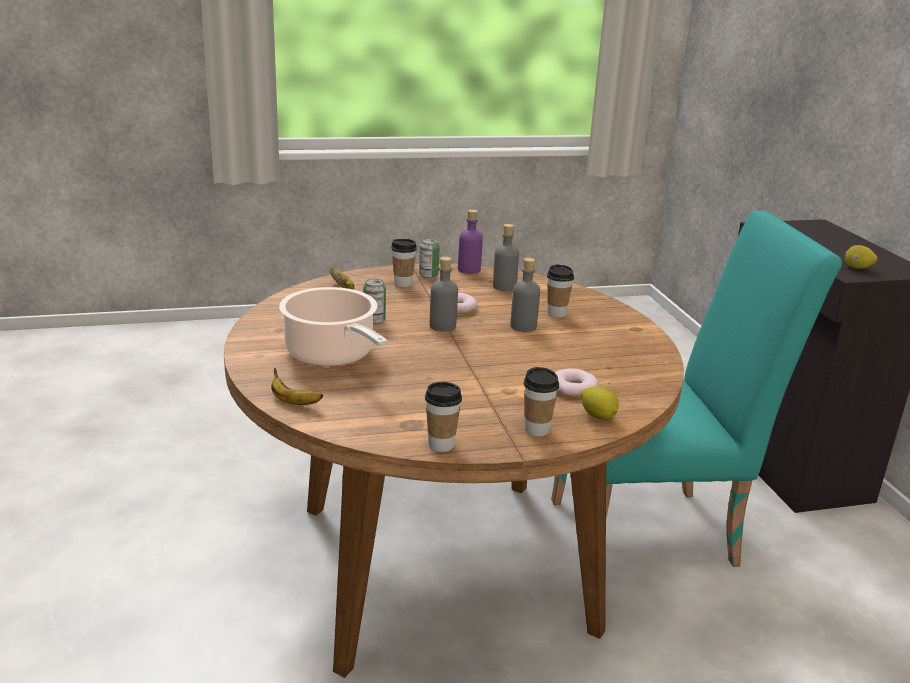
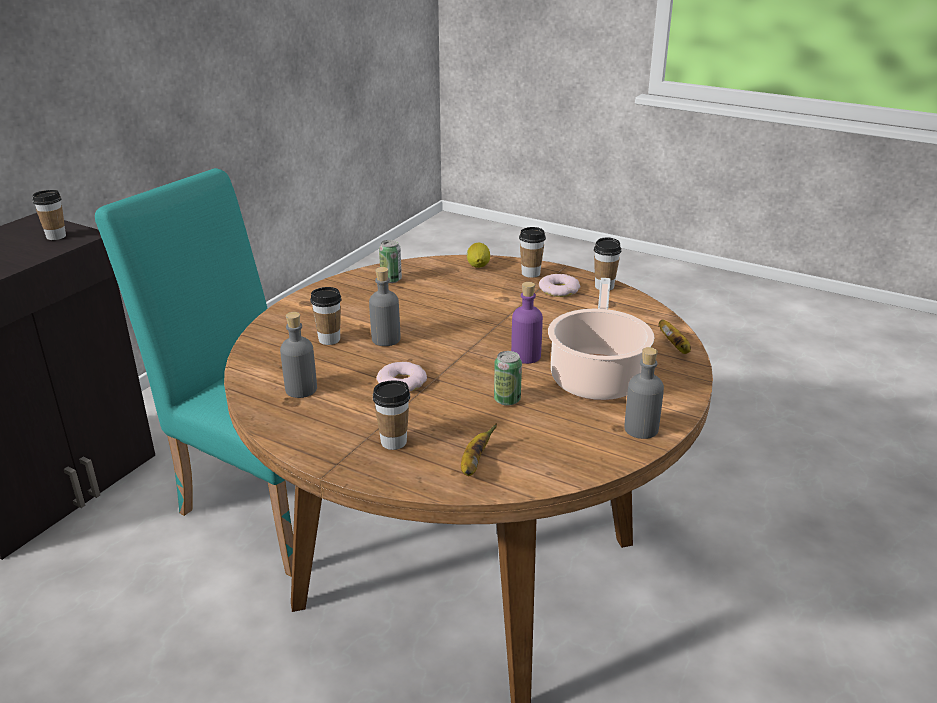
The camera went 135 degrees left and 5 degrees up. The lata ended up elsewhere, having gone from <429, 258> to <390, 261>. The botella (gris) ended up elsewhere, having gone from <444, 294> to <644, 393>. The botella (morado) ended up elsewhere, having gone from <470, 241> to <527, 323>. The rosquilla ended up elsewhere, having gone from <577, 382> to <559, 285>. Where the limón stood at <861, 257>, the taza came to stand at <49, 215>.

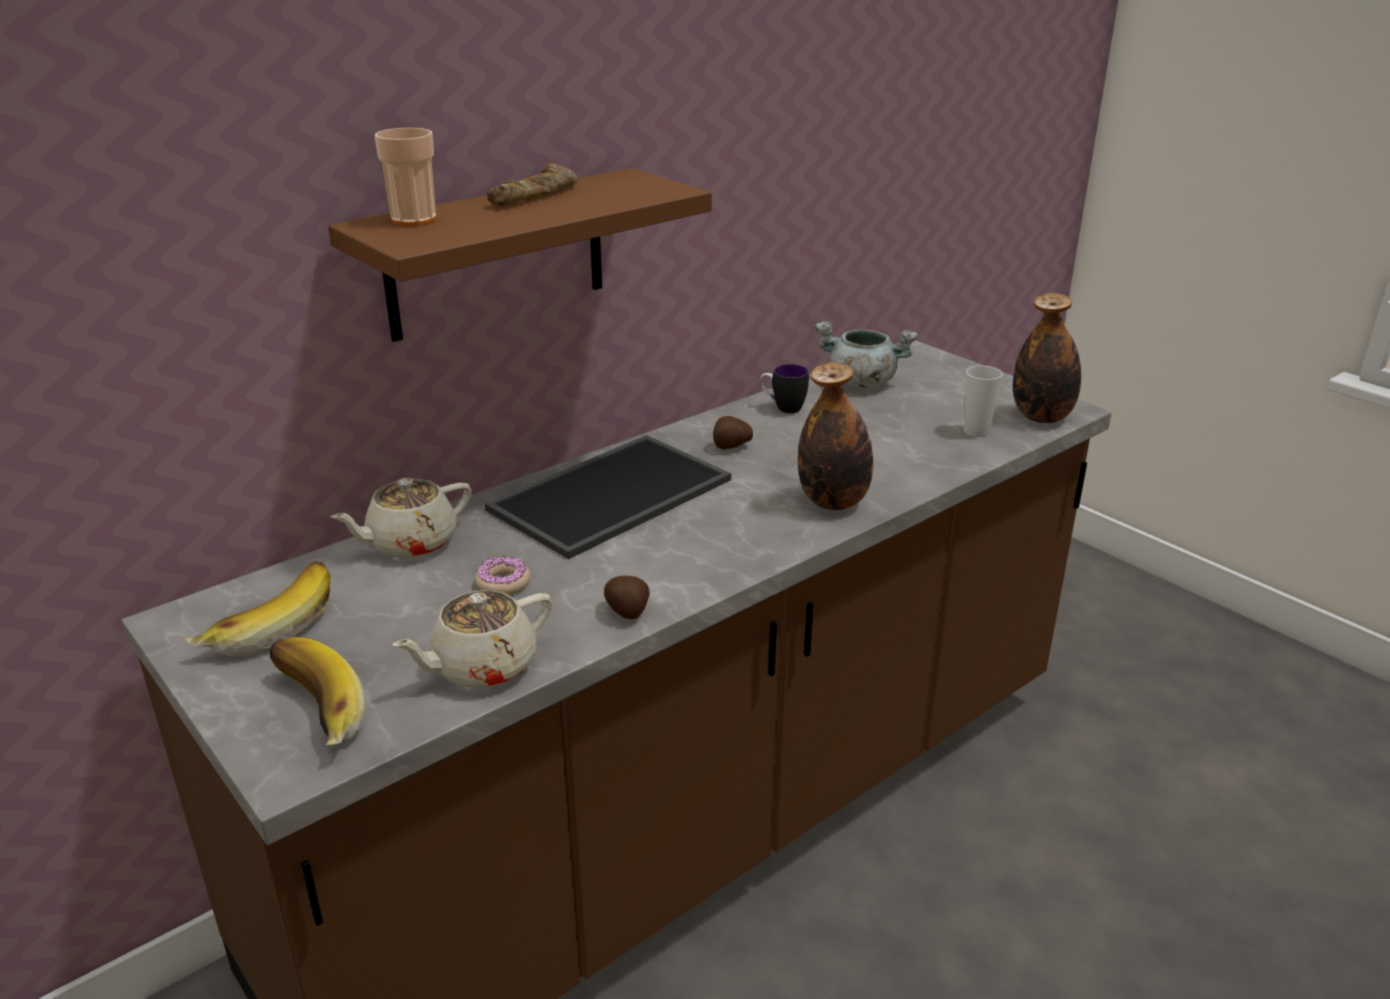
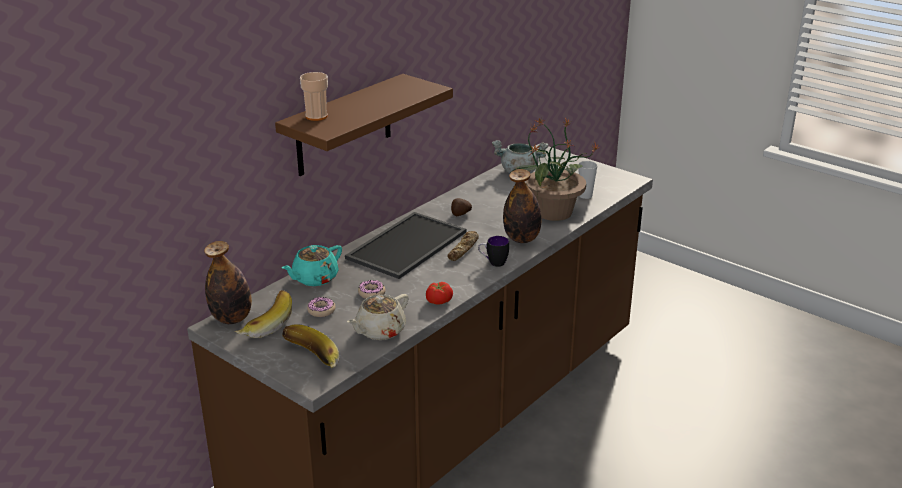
The camera went 10 degrees left and 0 degrees up. What was the tetera (beis) at <401, 518> turned into the tetera (turquesa) at <312, 265>. The pan ended up elsewhere, having gone from <532, 184> to <463, 246>. Where the patata stood at <627, 597>, the tomate came to stand at <439, 293>. The taza grande ended up elsewhere, having gone from <784, 388> to <493, 251>. The botella ended up elsewhere, having gone from <1047, 358> to <228, 282>. The second view gained the rosquilla at <321, 307>. The second view gained the planta en maceta at <555, 169>.

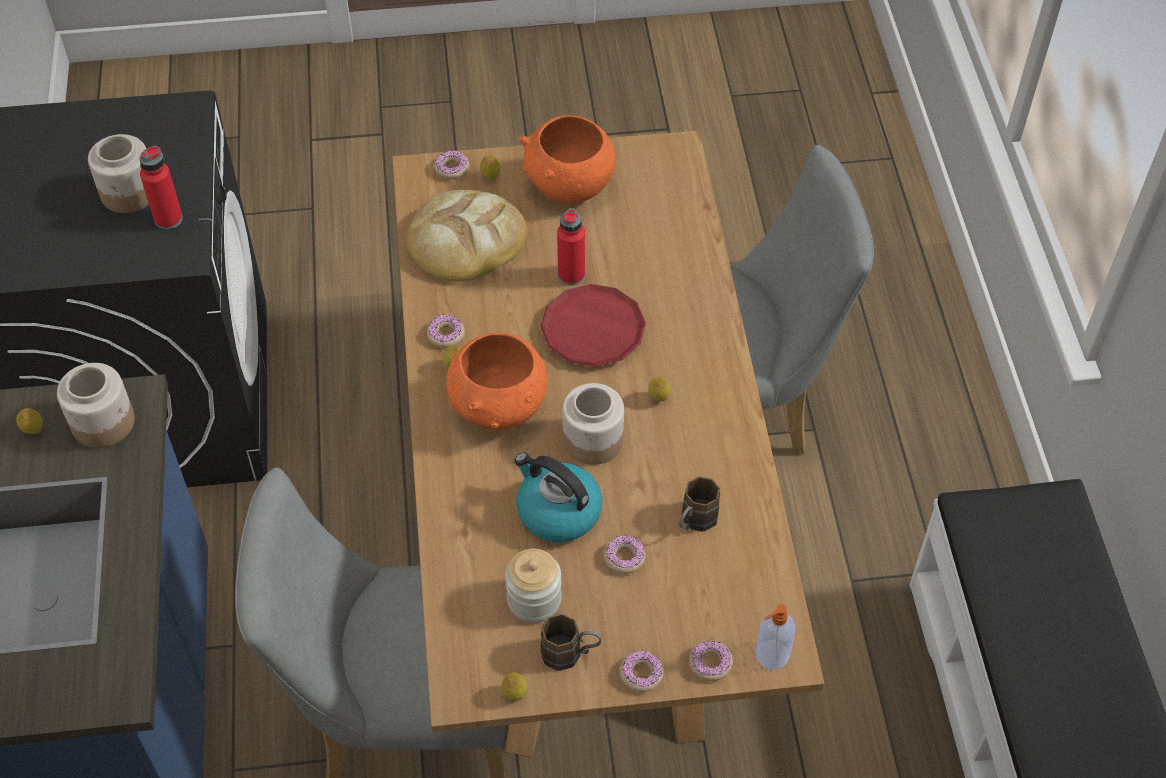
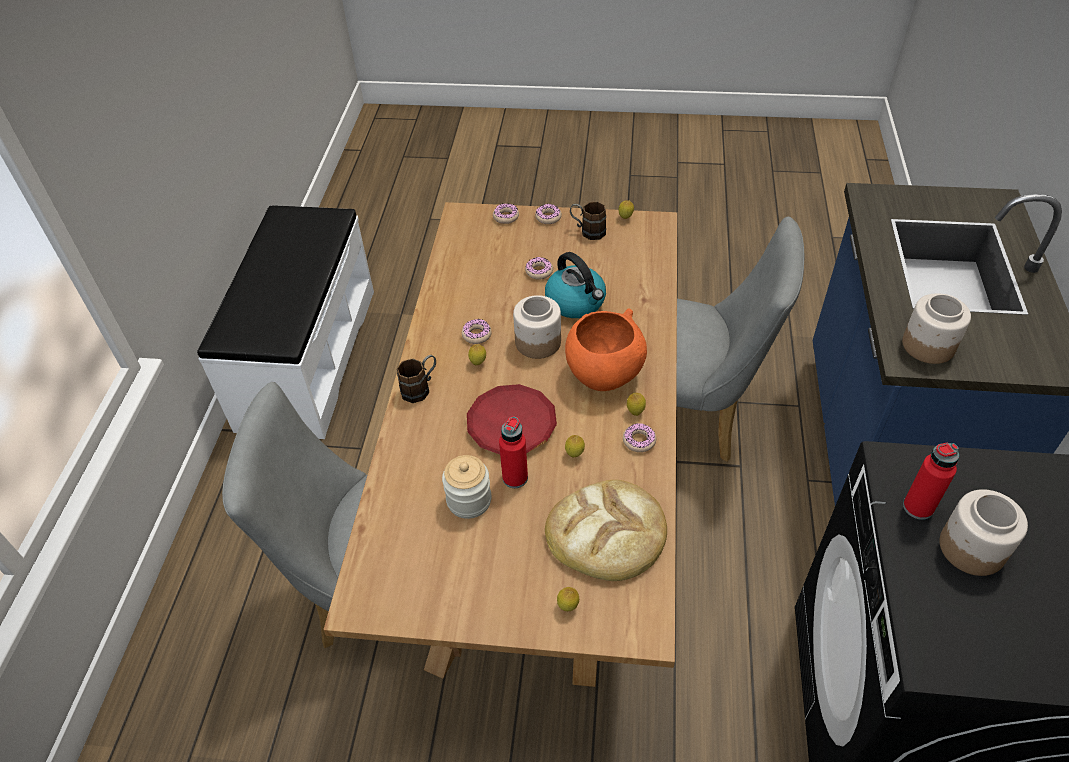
The camera went 165 degrees left and 5 degrees down. The limón ended up elsewhere, having gone from <29, 421> to <575, 446>. The rosquilla ended up elsewhere, having gone from <451, 164> to <477, 331>. The tarro ended up elsewhere, having gone from <533, 586> to <467, 487>. The second view lost the cuenco (naranja) at <567, 159>. The taza grande (marrón) ended up elsewhere, having gone from <699, 504> to <416, 379>. The second view lost the dispensador de jabón at <775, 637>.

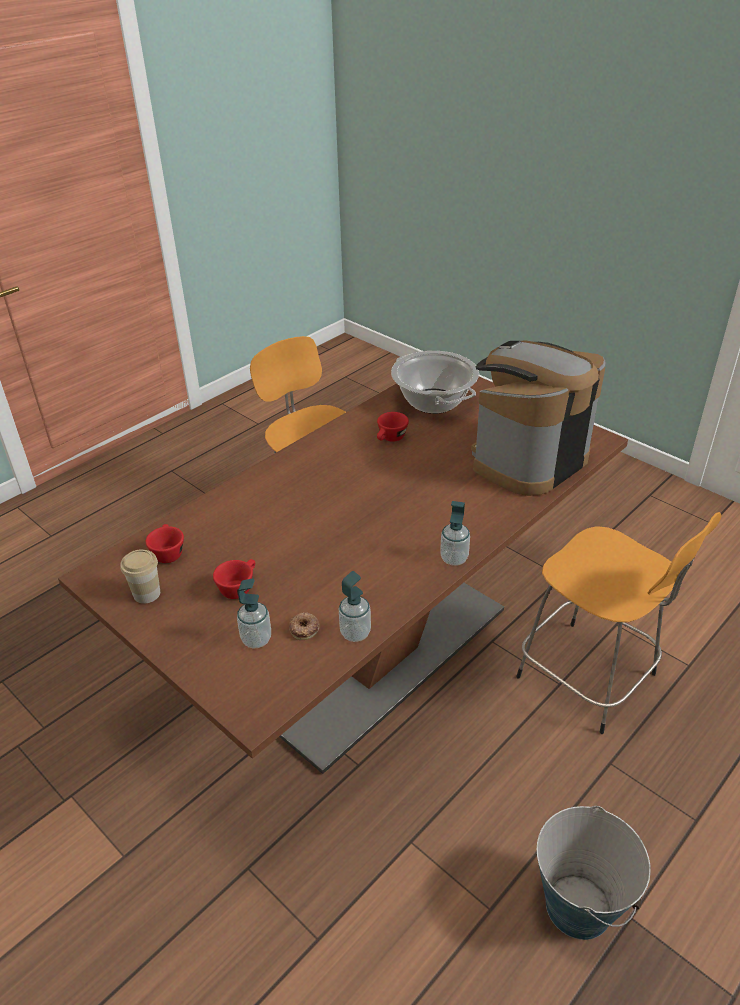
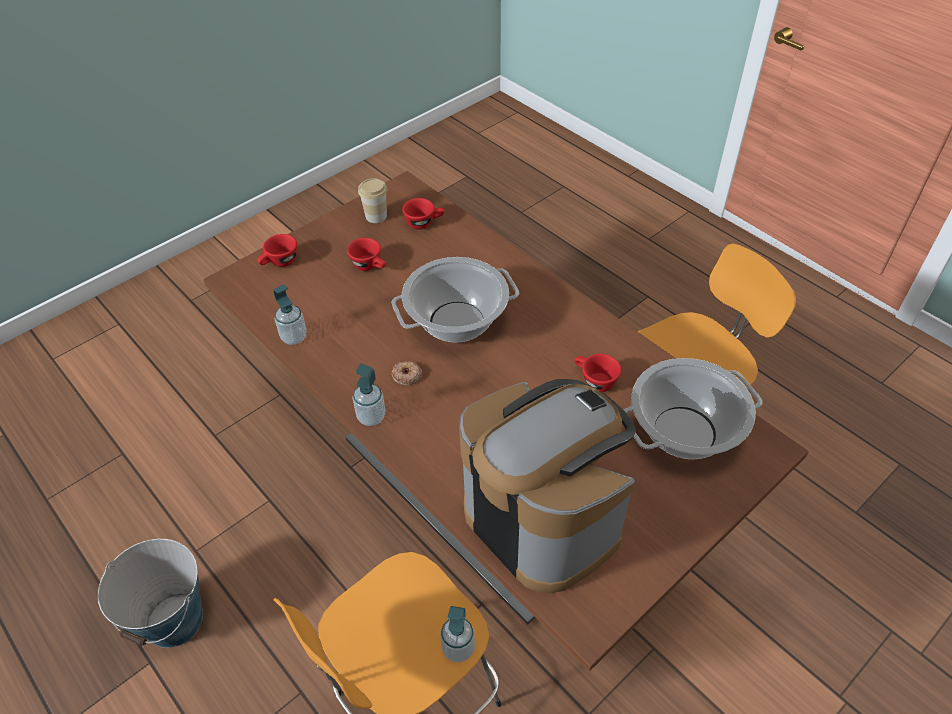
The camera went 95 degrees right and 10 degrees up. The dispensador de jabón ended up elsewhere, having gone from <254, 613> to <457, 634>. The rosquilla ended up elsewhere, having gone from <304, 626> to <407, 373>. The second view gained the taza (rojo) at <277, 250>. The second view gained the olla at <455, 300>.

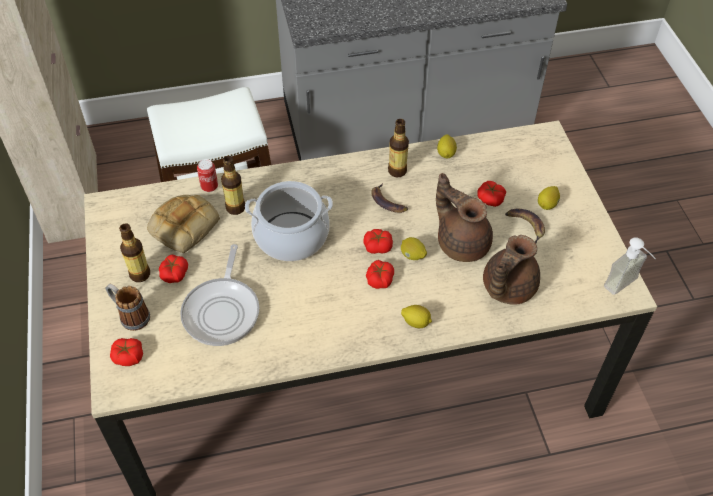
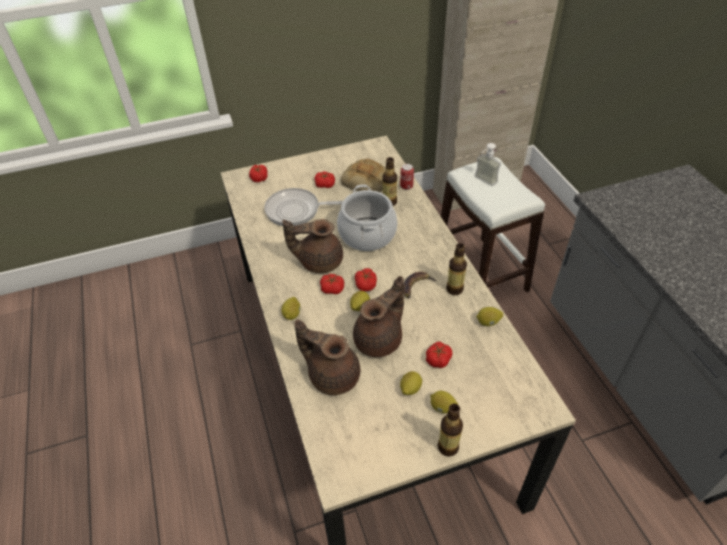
The camera went 85 degrees right and 5 degrees down. The second view lost the taza grande at <128, 307>. The botella ended up elsewhere, having gone from <134, 252> to <450, 430>. Where the plátano stood at <525, 226>, the limón came to stand at <411, 383>. The dispensador de jabón ended up elsewhere, having gone from <630, 266> to <488, 164>. The second view gained the tetera (marrón) at <312, 246>.

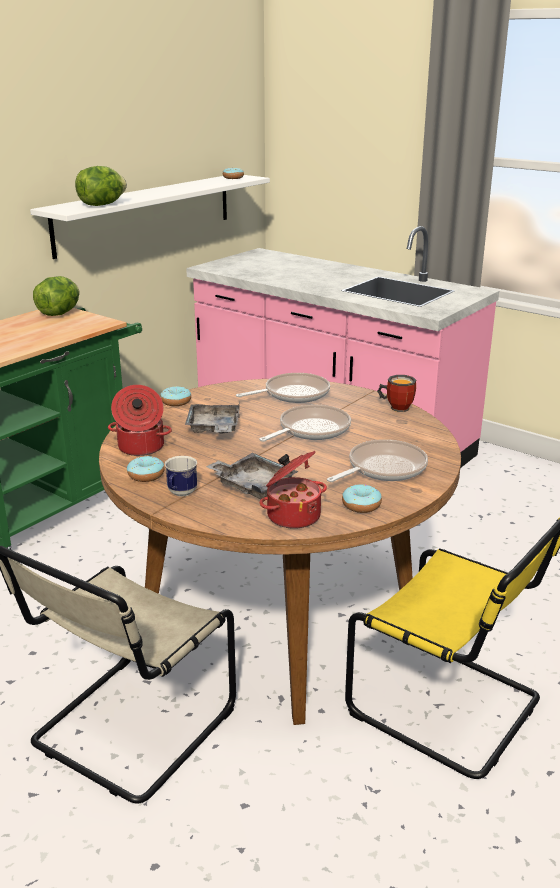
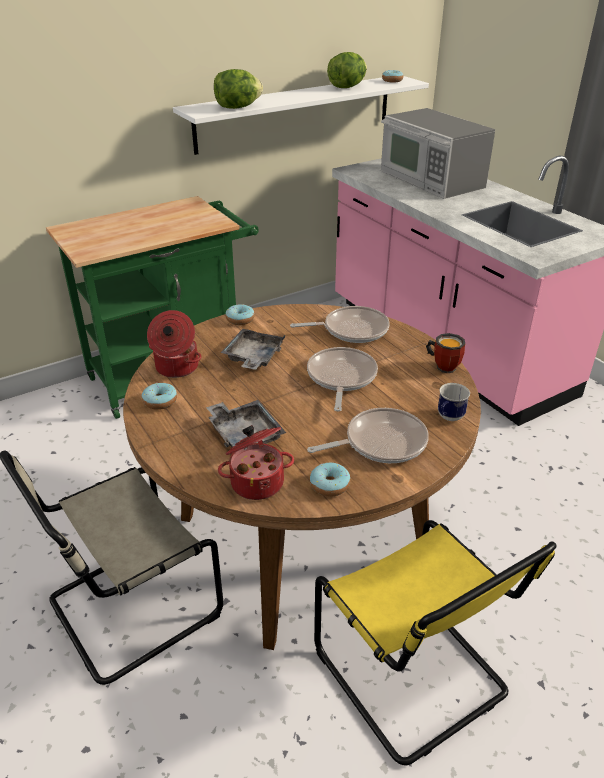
The camera went 20 degrees right and 10 degrees up. The lechuga ended up elsewhere, having gone from <56, 296> to <347, 70>. The taza grande ended up elsewhere, having gone from <181, 476> to <454, 402>. The sartén at <305, 423> ended up facing another way, 60 degrees counterclockwise from before. The second view gained the microondas at <438, 153>.

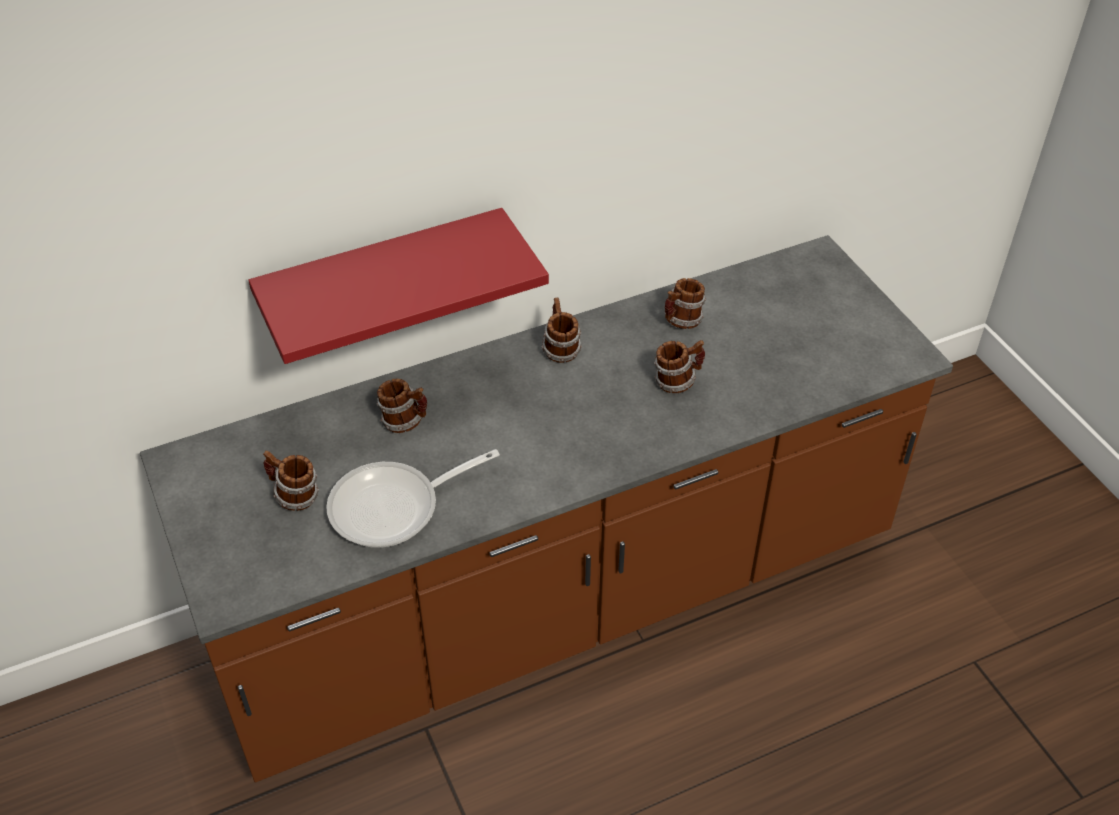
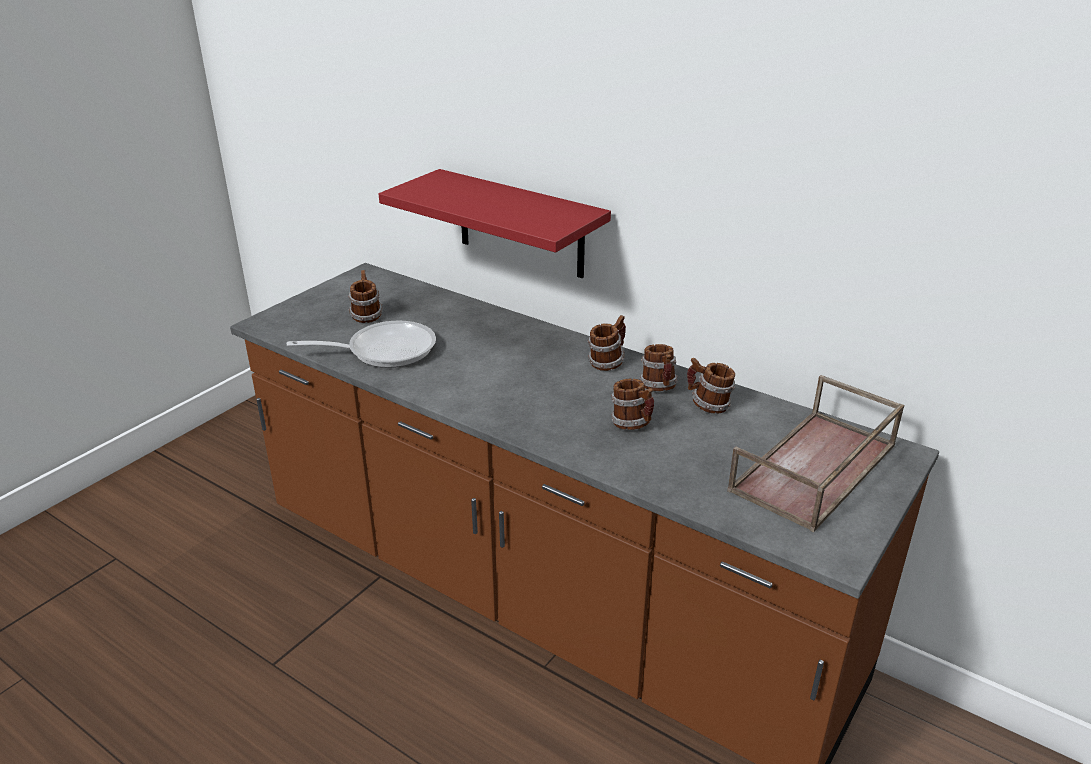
The camera went 60 degrees right and 15 degrees down. The sartén at <413, 498> ended up facing another way, 135 degrees clockwise from before. The taza grande ended up elsewhere, having gone from <402, 406> to <658, 367>. The second view gained the bandeja (marrón) at <815, 453>.

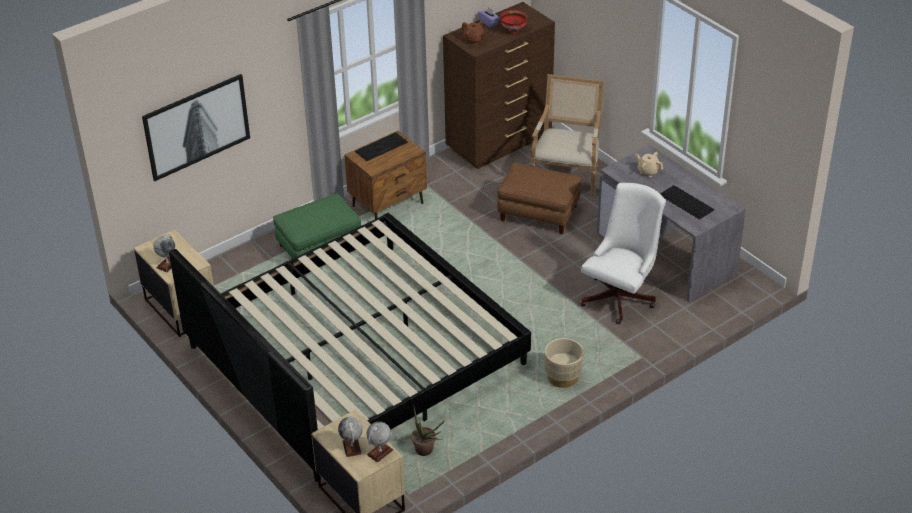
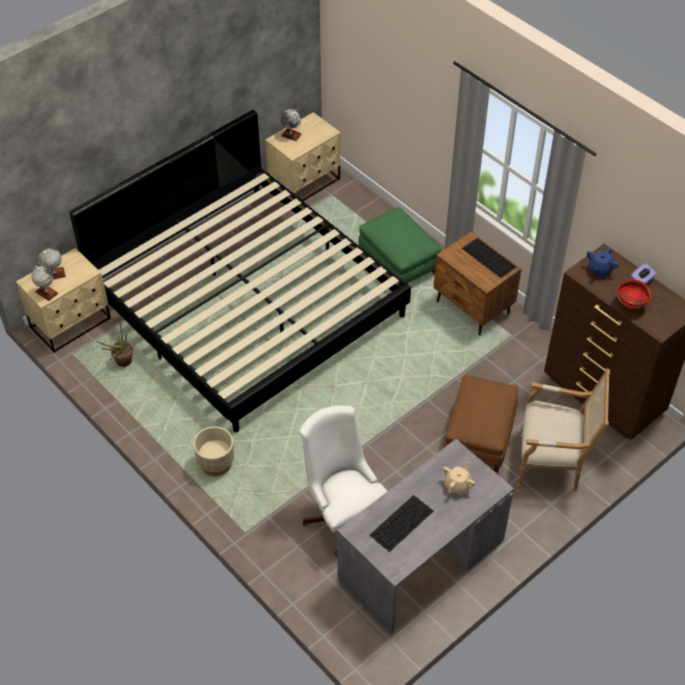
The camera went 85 degrees right and 10 degrees up. The second view lost the cuadro at <196, 127>. What was the tetera (marrón) at <474, 33> turned into the tetera (azul) at <603, 262>. The silla de oficina (blanco) at <623, 253> ended up facing another way, 150 degrees counterclockwise from before.

